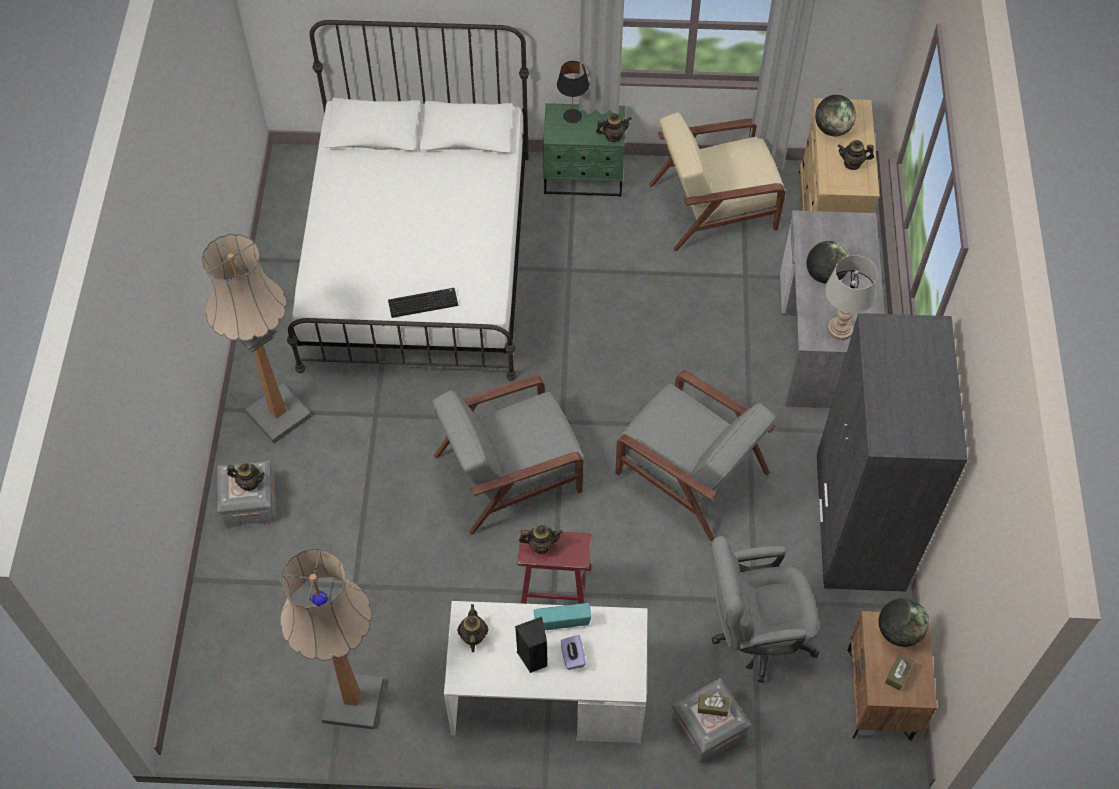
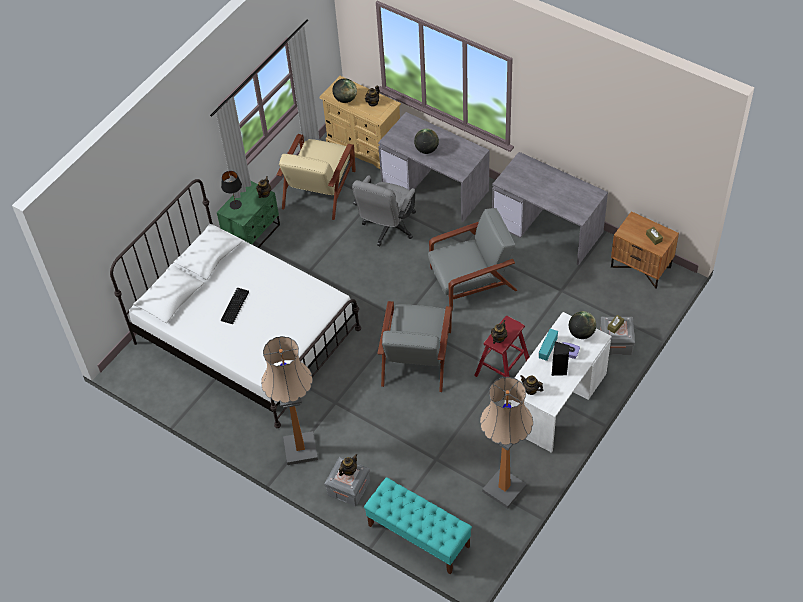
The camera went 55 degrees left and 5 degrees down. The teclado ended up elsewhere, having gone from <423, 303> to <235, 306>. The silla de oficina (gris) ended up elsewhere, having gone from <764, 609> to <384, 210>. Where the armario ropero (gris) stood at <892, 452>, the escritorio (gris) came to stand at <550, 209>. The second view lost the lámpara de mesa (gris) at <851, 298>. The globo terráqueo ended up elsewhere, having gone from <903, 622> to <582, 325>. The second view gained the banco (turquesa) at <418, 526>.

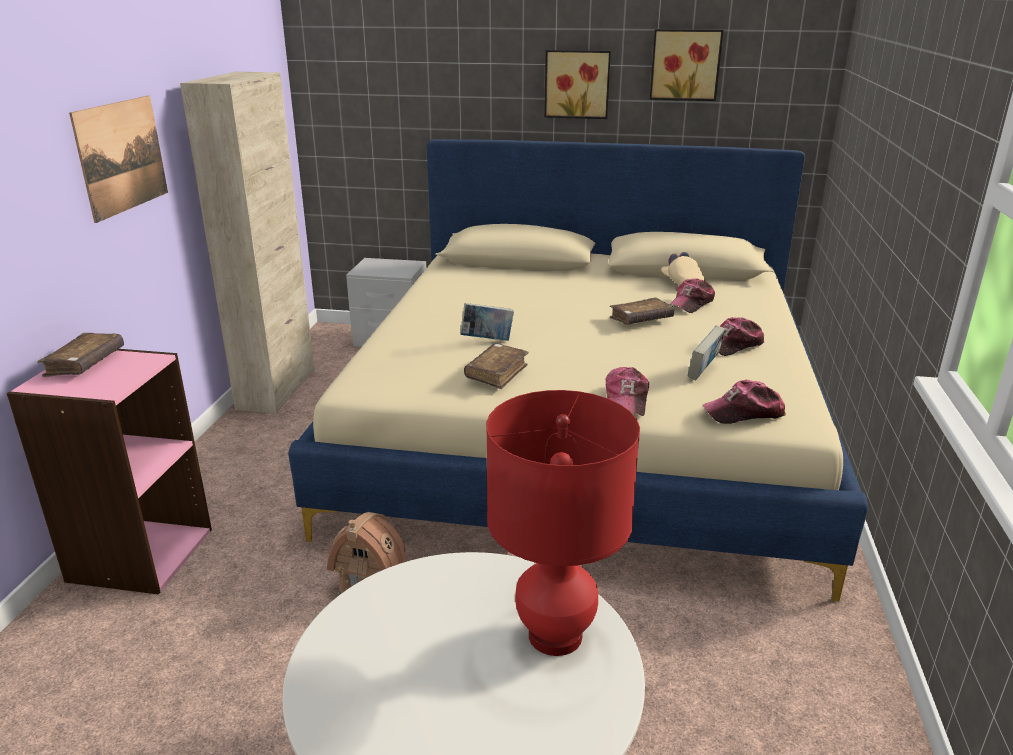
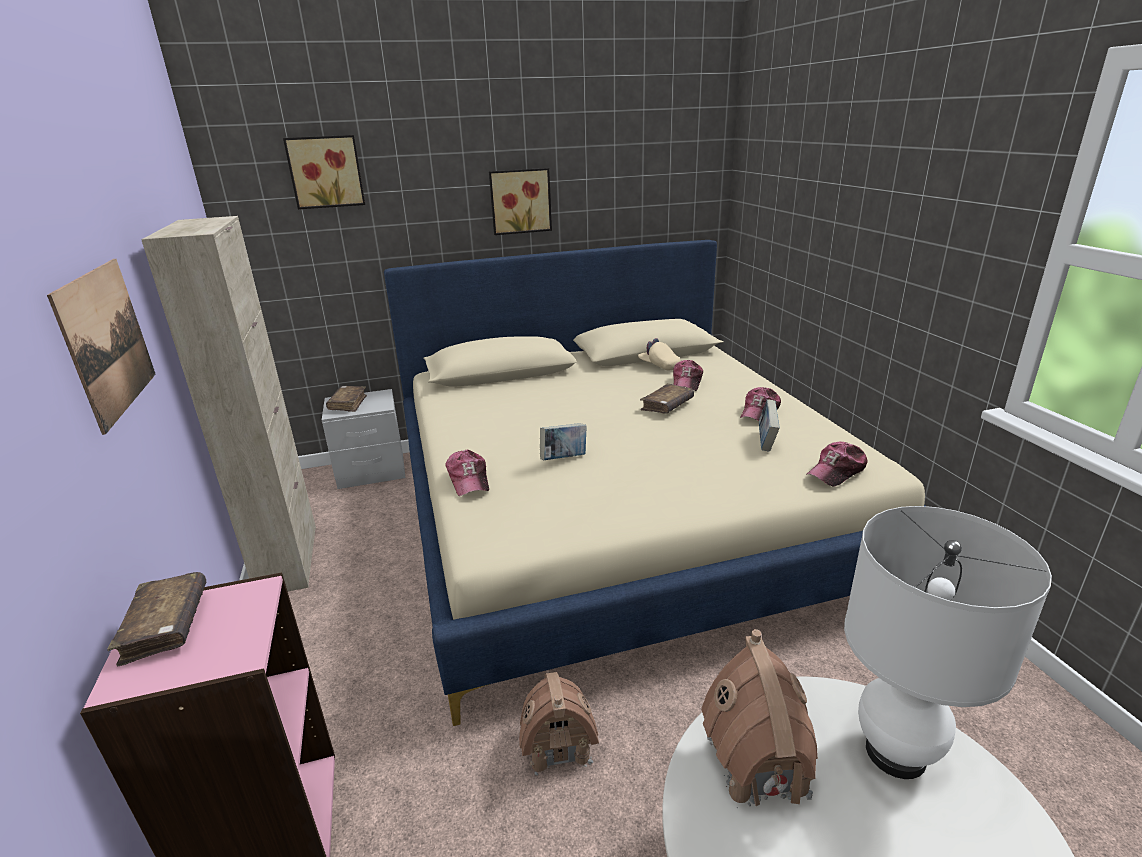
The camera went 25 degrees left and 0 degrees up. The libro (marrón) ended up elsewhere, having gone from <496, 366> to <346, 399>. What was the lámpara de mesa (rojo) at <563, 523> turned into the lámpara de mesa (blanco) at <948, 642>. The gorra ended up elsewhere, having gone from <627, 391> to <467, 473>. The cuadro ended up elsewhere, having gone from <686, 65> to <324, 172>. The second view gained the casita at <759, 718>.

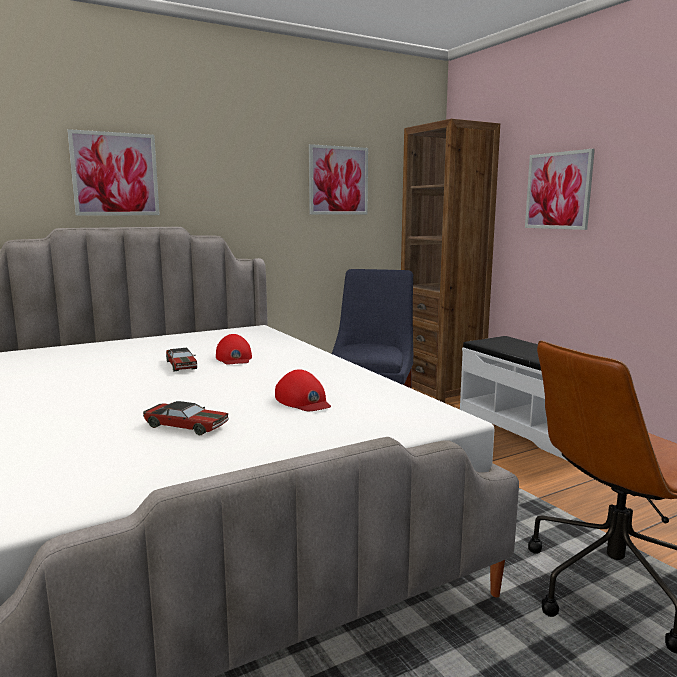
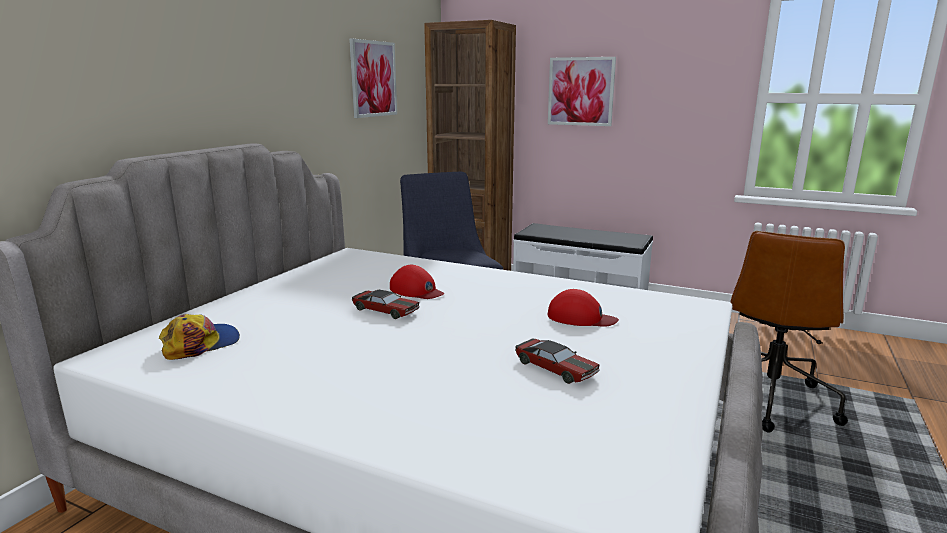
The camera went 35 degrees left and 5 degrees up. The second view lost the cuadro at <113, 172>. The coche de juguete at <186, 418> ended up facing another way, 60 degrees clockwise from before. The second view gained the gorra at <199, 337>.

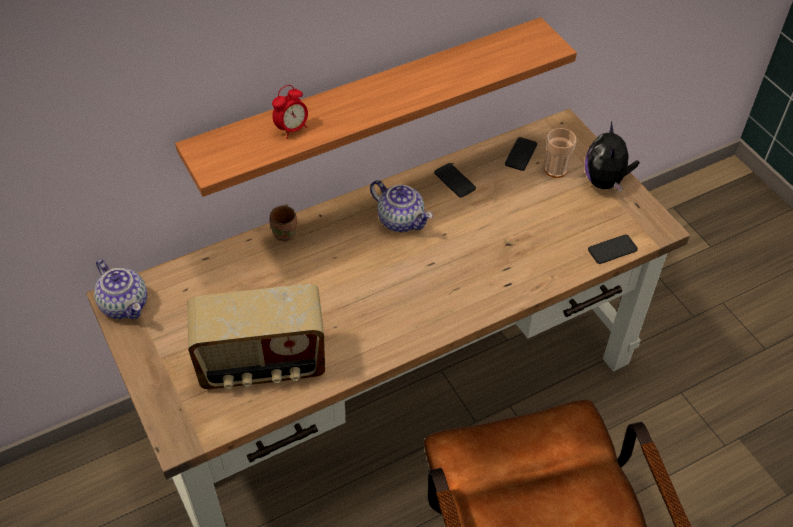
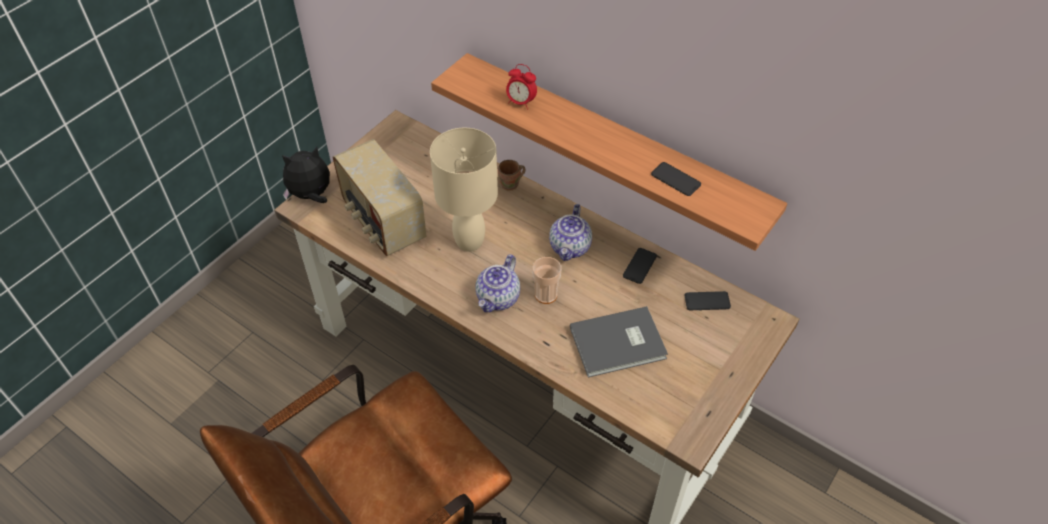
The camera went 65 degrees right and 0 degrees up. The tetera ended up elsewhere, having gone from <120, 289> to <497, 283>. The taza ended up elsewhere, having gone from <560, 153> to <546, 280>. The peluche ended up elsewhere, having gone from <612, 156> to <306, 175>. The móvil ended up elsewhere, having gone from <613, 249> to <676, 179>. The second view gained the lámpara de mesa (beis) at <464, 190>. The second view gained the libro (gris) at <619, 341>.

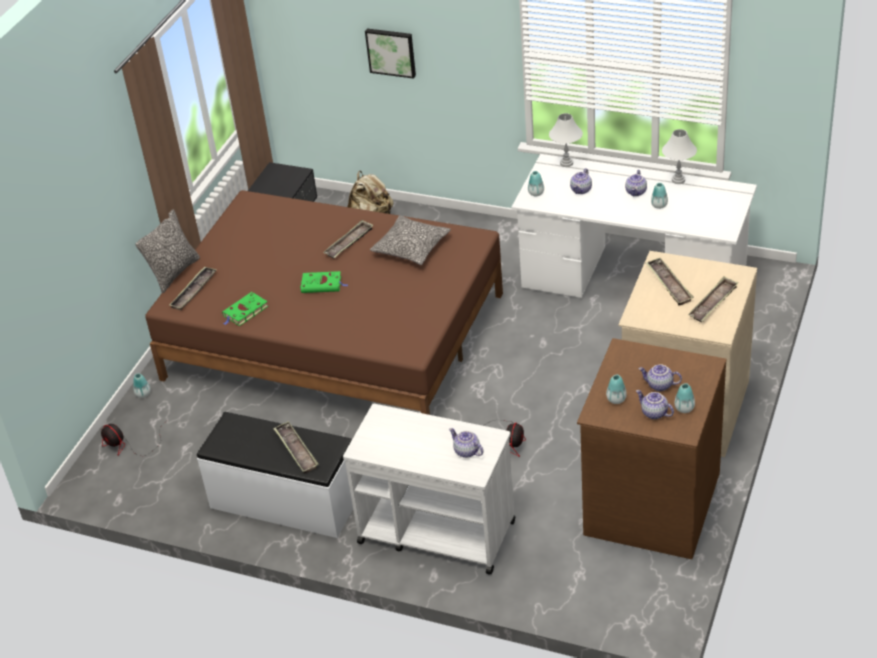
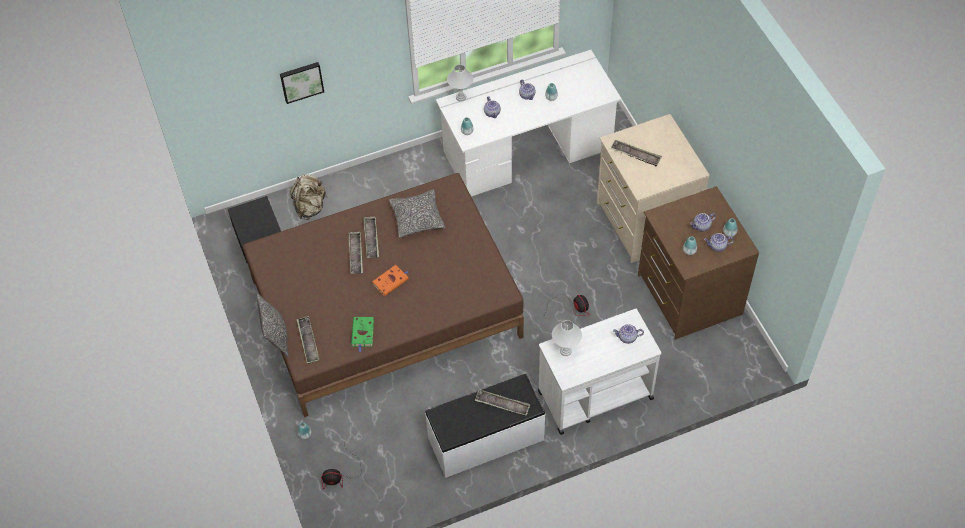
The camera went 45 degrees left and 15 degrees up. What was the libro (verde) at <324, 282> turned into the libro (naranja) at <390, 280>. The lámpara de mesa (blanco) ended up elsewhere, having gone from <679, 156> to <567, 338>. The bandeja ended up elsewhere, having gone from <713, 299> to <355, 253>.

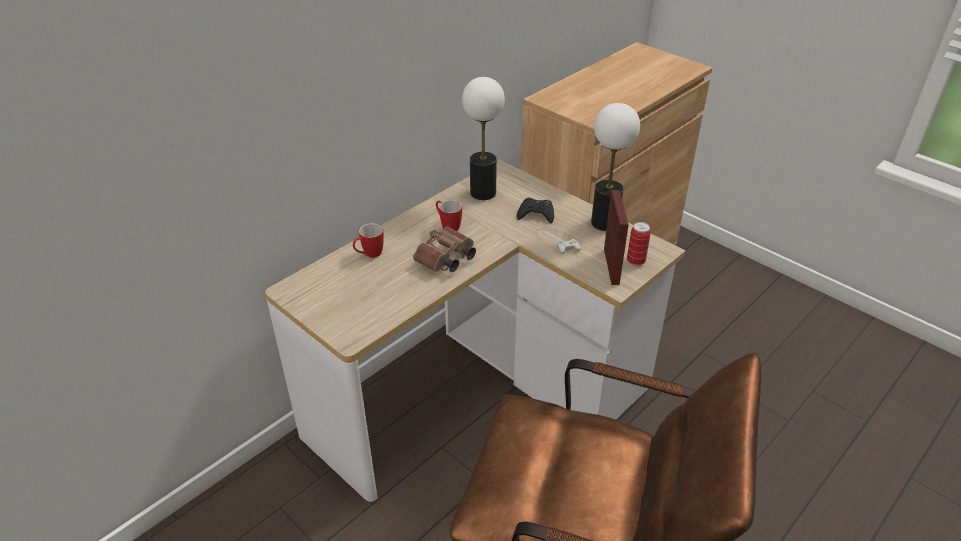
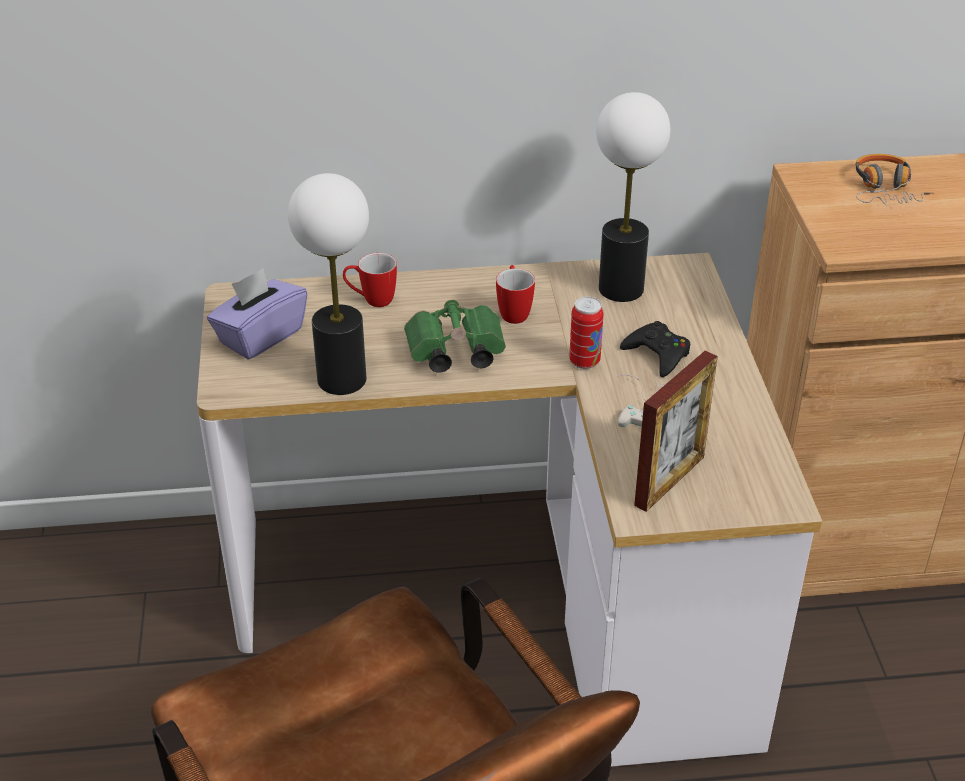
The camera went 40 degrees right and 0 degrees up. What was the prismáticos (marrón) at <444, 249> turned into the prismáticos (verde) at <455, 336>. The lámpara de mesa ended up elsewhere, having gone from <615, 167> to <328, 284>. The lata ended up elsewhere, having gone from <639, 244> to <586, 332>. The second view gained the caja de pañuelos (morado) at <257, 314>. The second view gained the auriculares at <895, 179>.

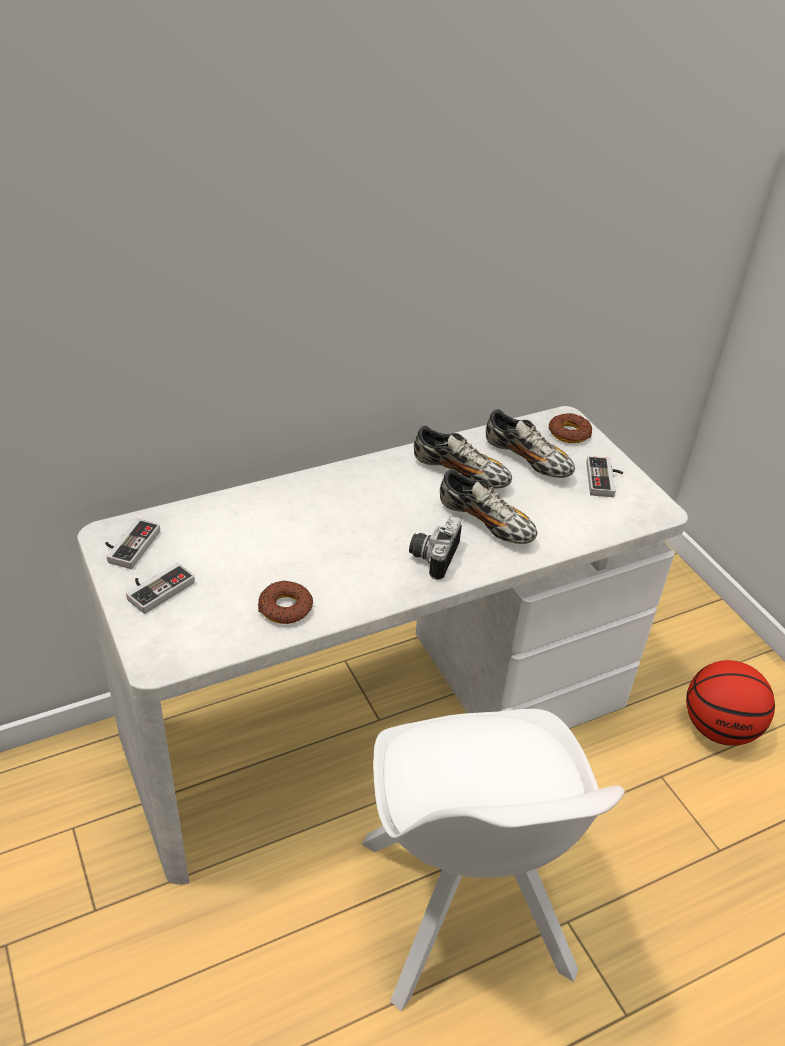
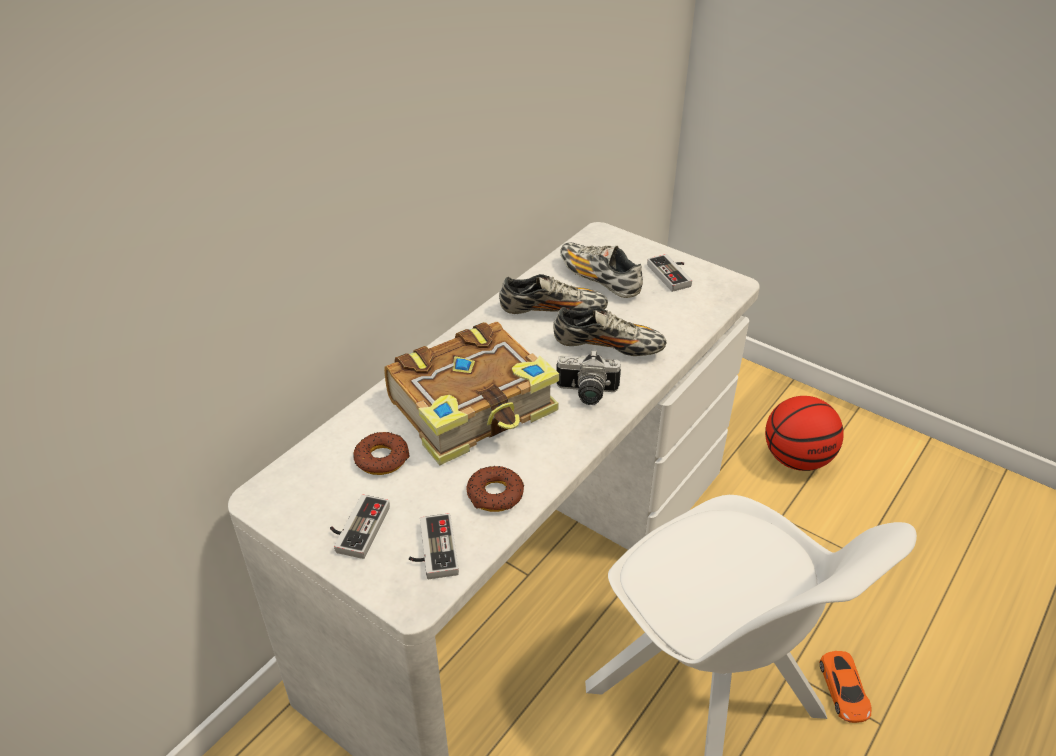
The camera went 25 degrees left and 0 degrees up. The mando de consola ended up elsewhere, having gone from <132, 544> to <434, 546>. The cámara at <435, 548> ended up facing another way, 75 degrees counterclockwise from before. The zapato at <530, 443> ended up facing another way, 150 degrees counterclockwise from before. The rosquilla ended up elsewhere, having gone from <570, 428> to <381, 453>. The second view gained the libro at <471, 393>. The second view gained the coche de juguete (naranja) at <845, 687>.

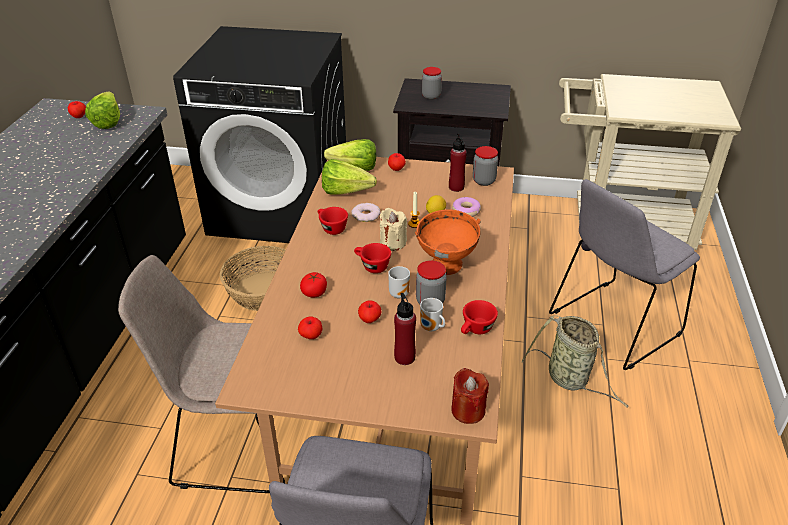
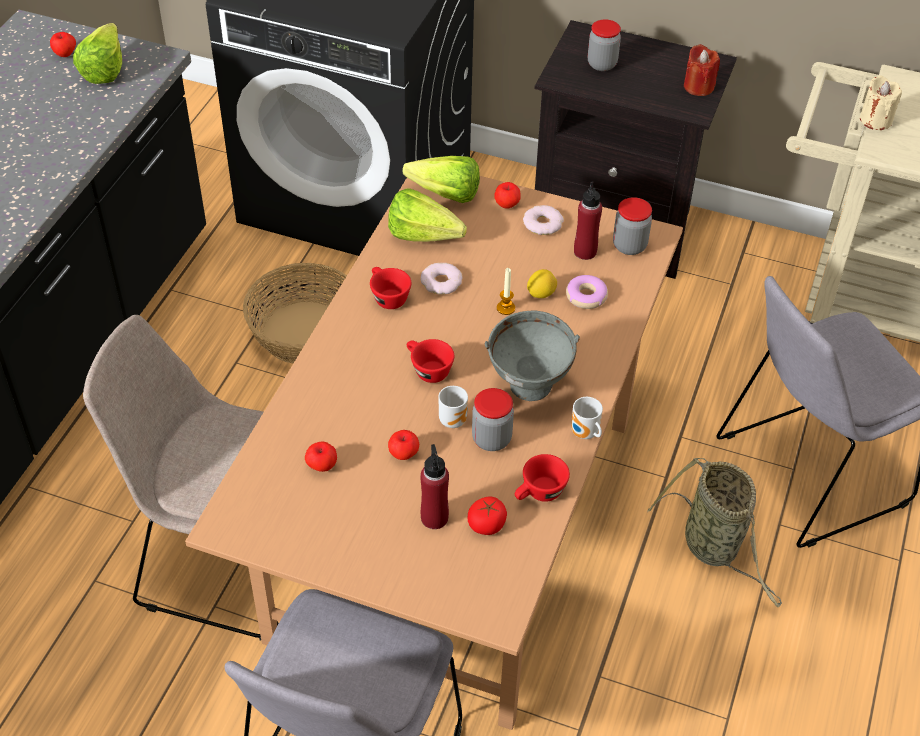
The camera went 10 degrees right and 10 degrees up. The tomate ended up elsewhere, having gone from <313, 284> to <487, 516>. The vela (beis) ended up elsewhere, having gone from <393, 229> to <881, 102>. What was the cuenco (naranja) at <448, 242> turned into the cuenco (gris) at <532, 356>. The taza grande ended up elsewhere, having gone from <432, 314> to <587, 418>. The vela (rojo) ended up elsewhere, having gone from <470, 396> to <702, 70>. The second view gained the rosquilla at <543, 220>.

